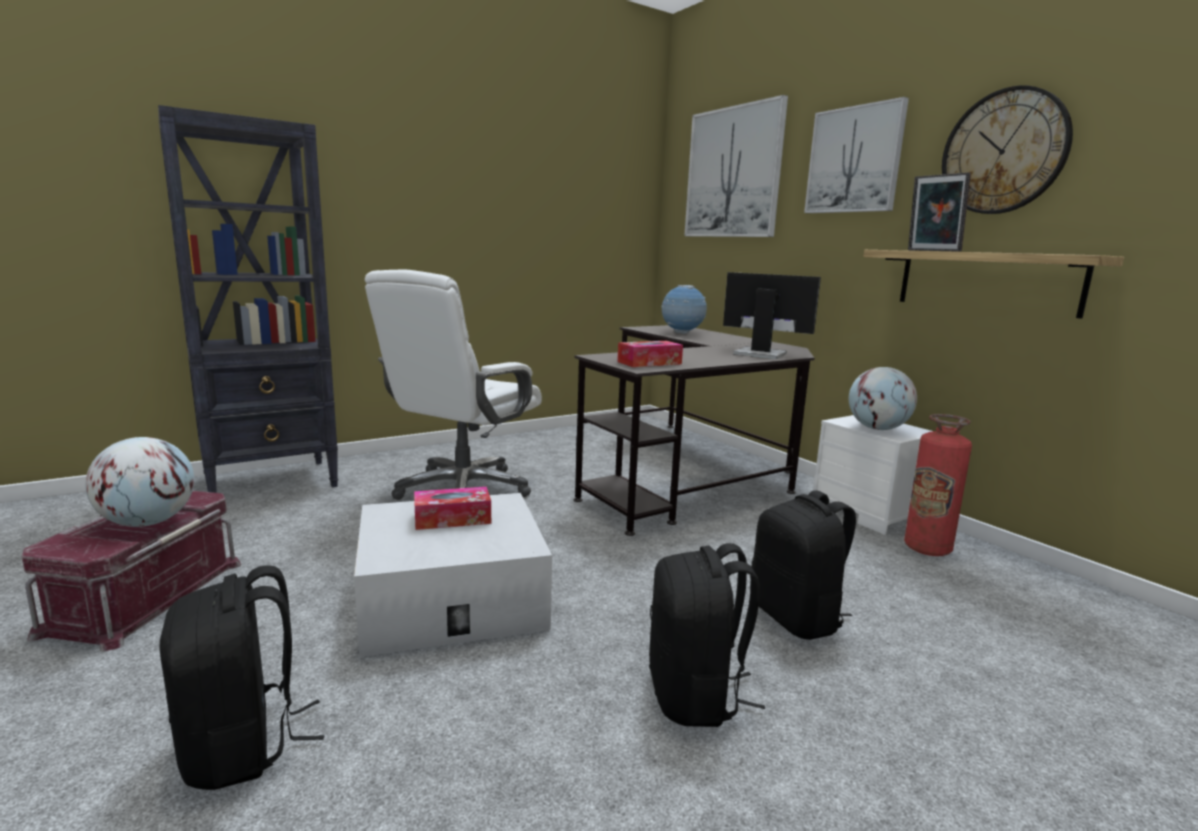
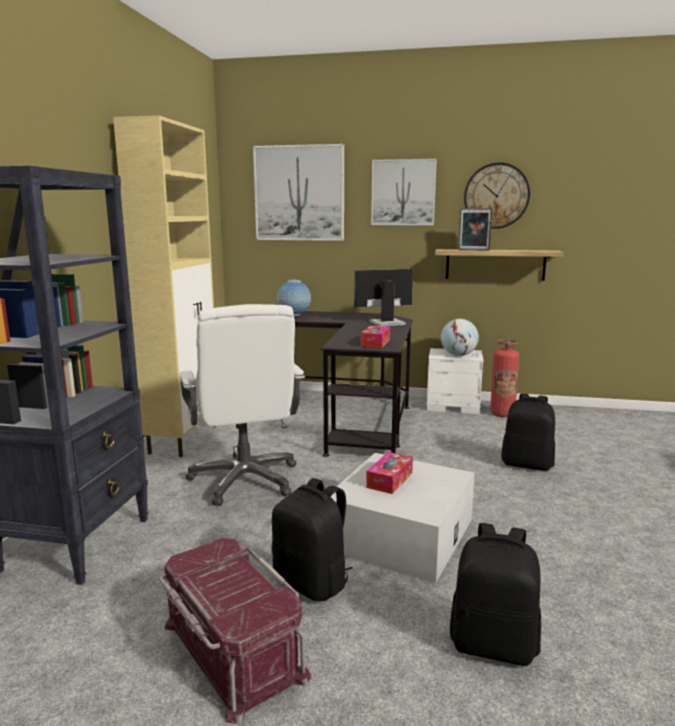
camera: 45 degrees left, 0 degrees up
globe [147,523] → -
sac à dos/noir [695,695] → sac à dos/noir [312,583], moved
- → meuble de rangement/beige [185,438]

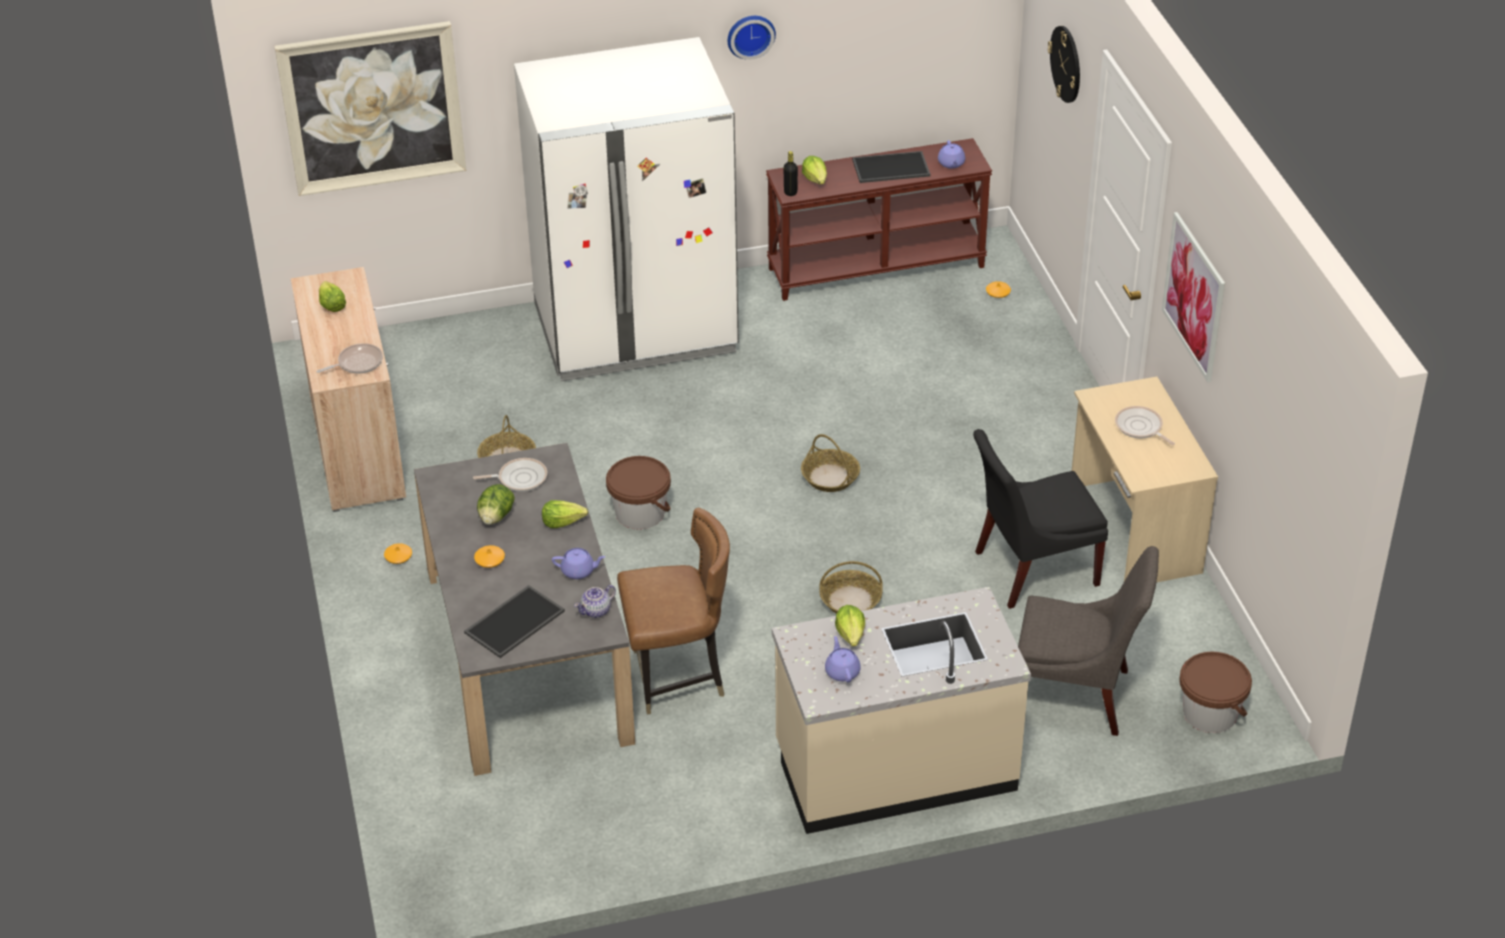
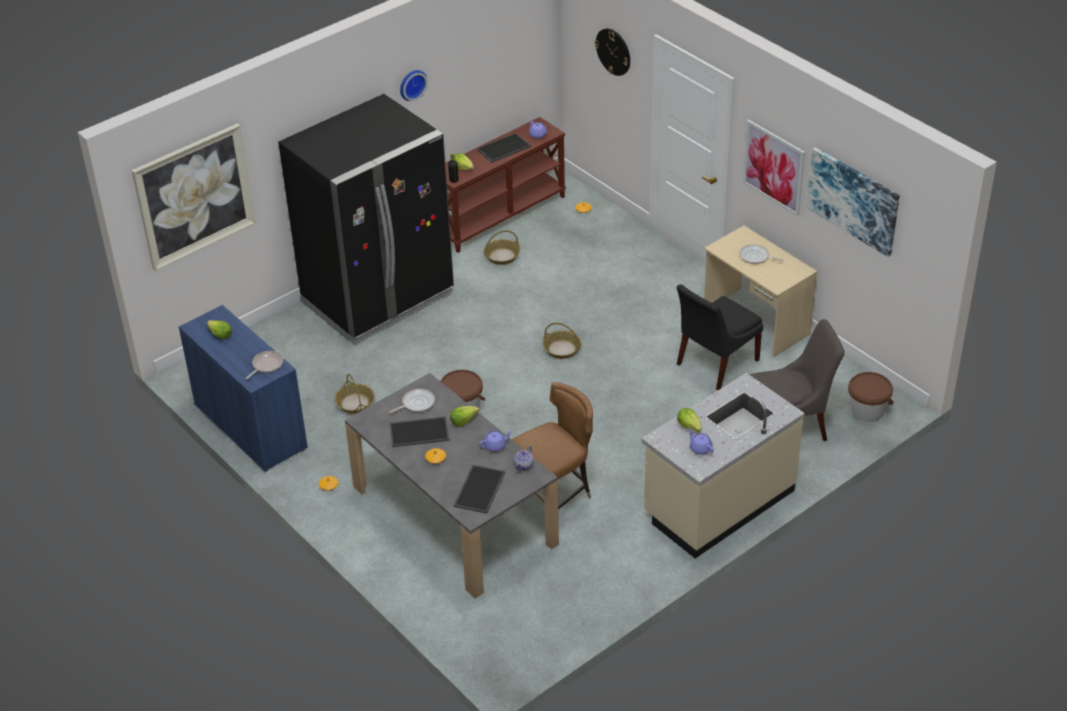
camera: 25 degrees left, 0 degrees up
meuble de rangement/beige [357,446] → meuble de rangement/bleu [250,427]
laitue [496,517] → plateau [419,431]
réfrigérateur/blanc [636,330] → réfrigérateur/noir [378,298]
panier [851,600] → panier [502,256], moved
- → tableau [853,200]

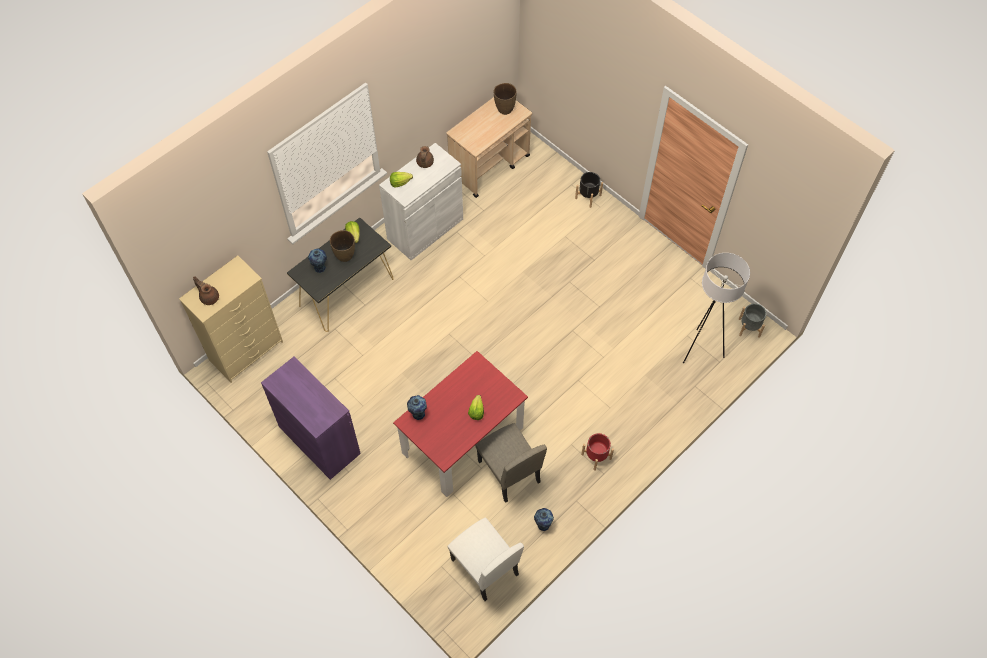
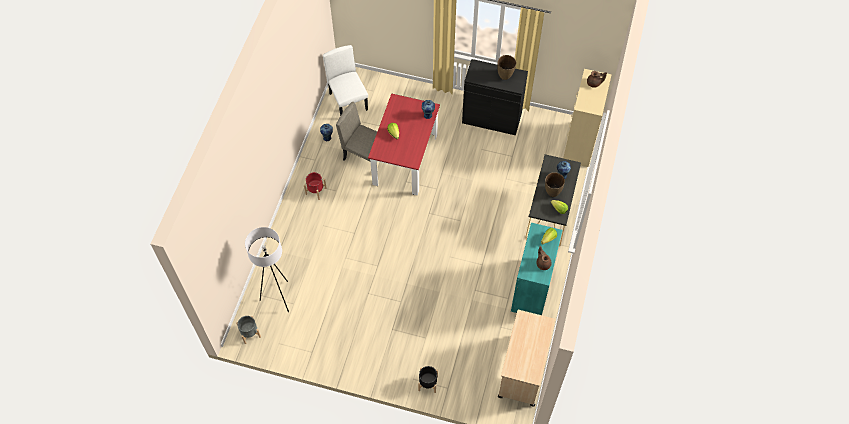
camera: 150 degrees right, 0 degrees up
meuble de rangement/violet [319,440] → meuble de rangement/noir [491,118]
meuble de rangement/blanc [425,229] → meuble de rangement/turquoise [532,288]
chaise/blanc [484,567] → chaise/blanc [348,101], 45 degrees clockwise
vase/marron [504,109] → vase/marron [505,75], moved

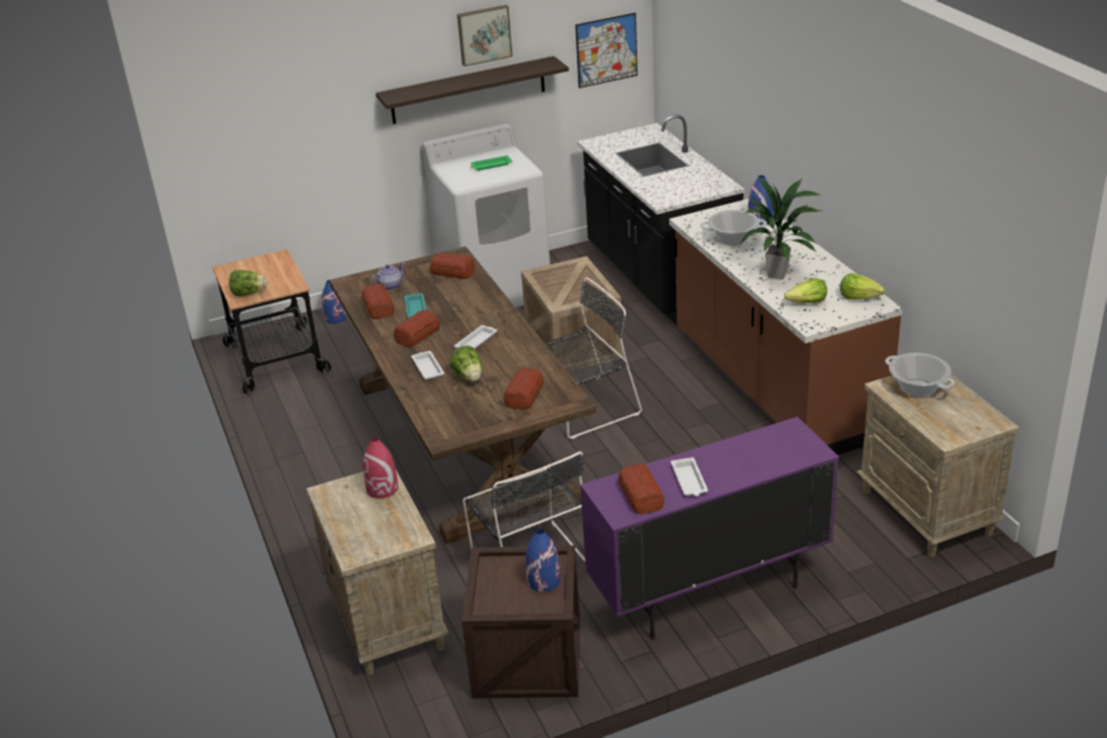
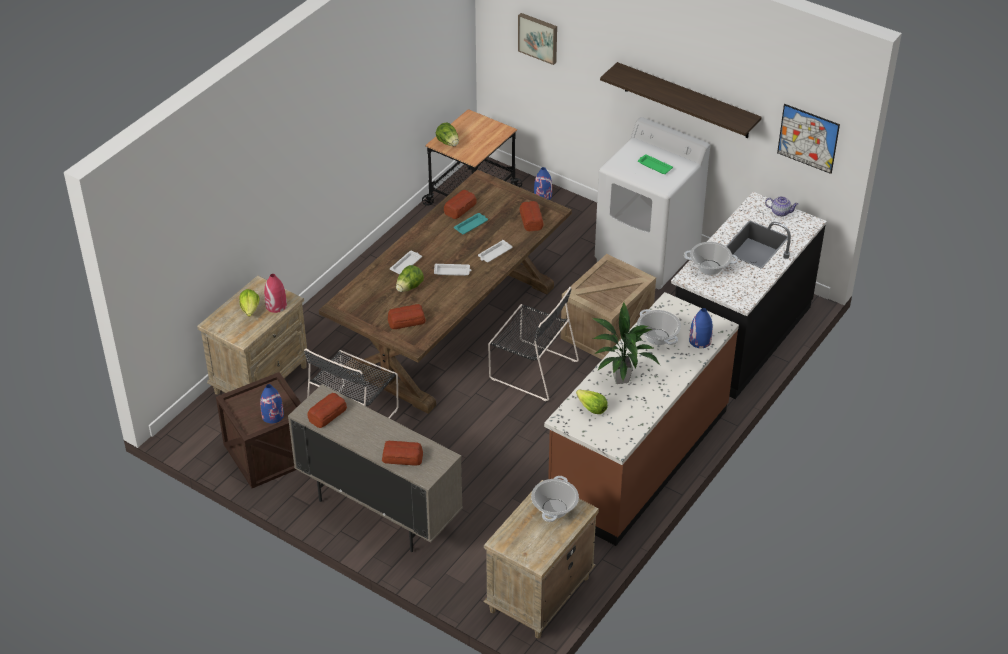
camera: 55 degrees right, 10 degrees up
théière [389,286] → théière [780,212], moved
pain [418,334] → pain [403,457], moved
tableau [484,34] → tableau [538,37], moved
meuble de rangement/violet [709,592] → meuble de rangement/beige [379,511]
plateau/blanc [689,481] → plateau/blanc [494,254], moved
laitue [859,297] → laitue [250,309], moved
- → marmite [709,267]

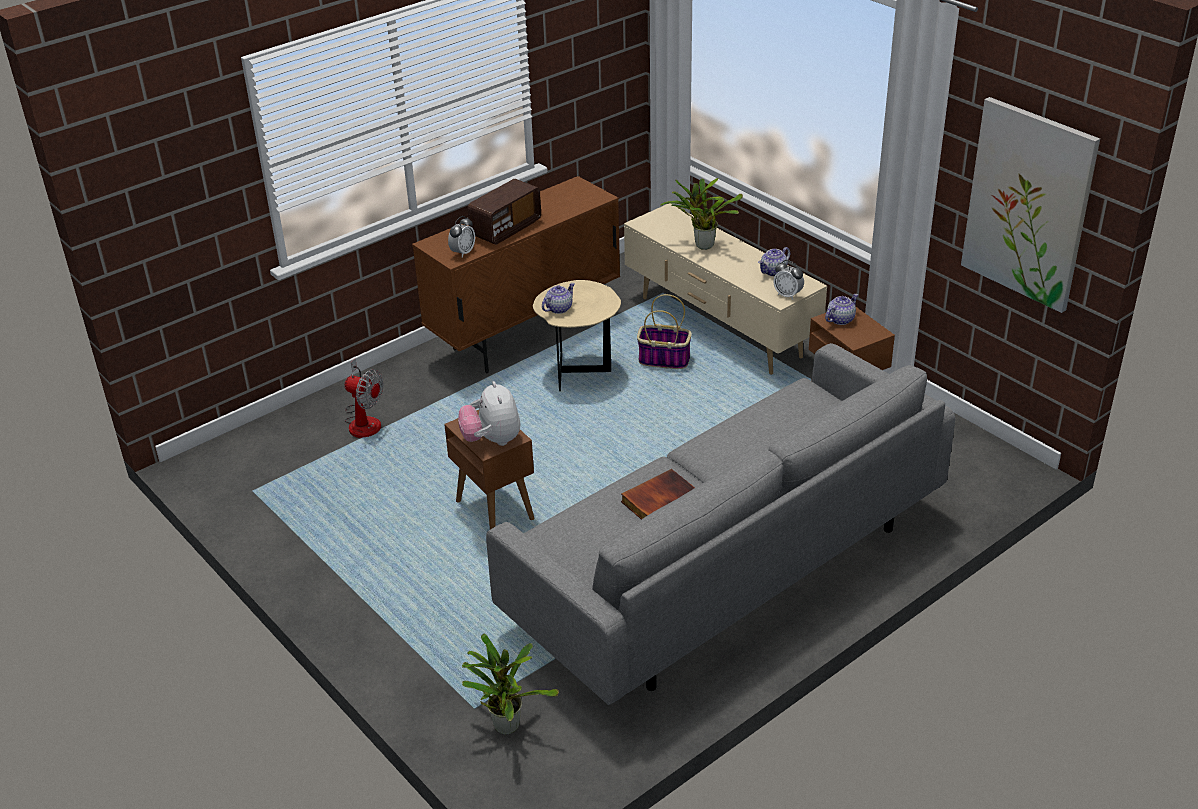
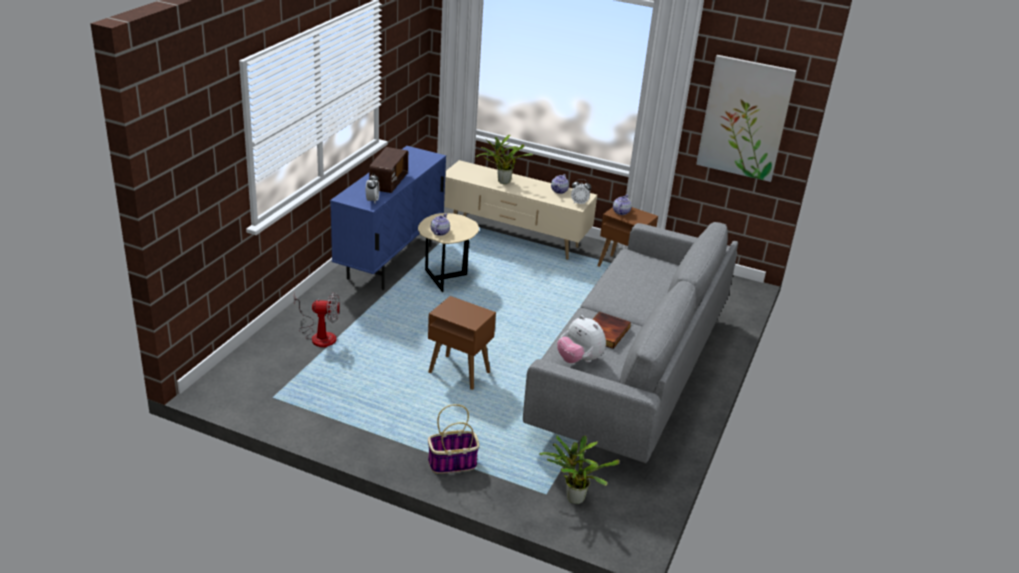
camera: 30 degrees left, 5 degrees down
meuble de rangement/marron [525,335] → meuble de rangement/bleu [390,262]
peluche [492,440] → peluche [579,360], moved
panier [663,360] → panier [452,463], moved

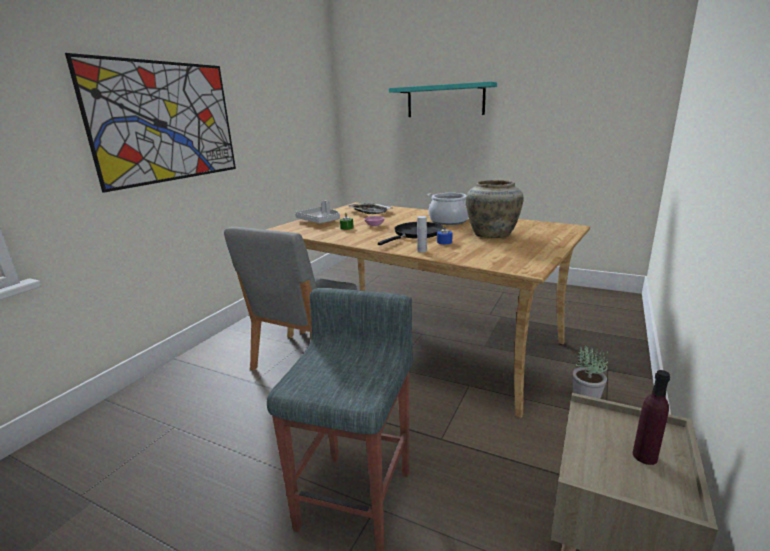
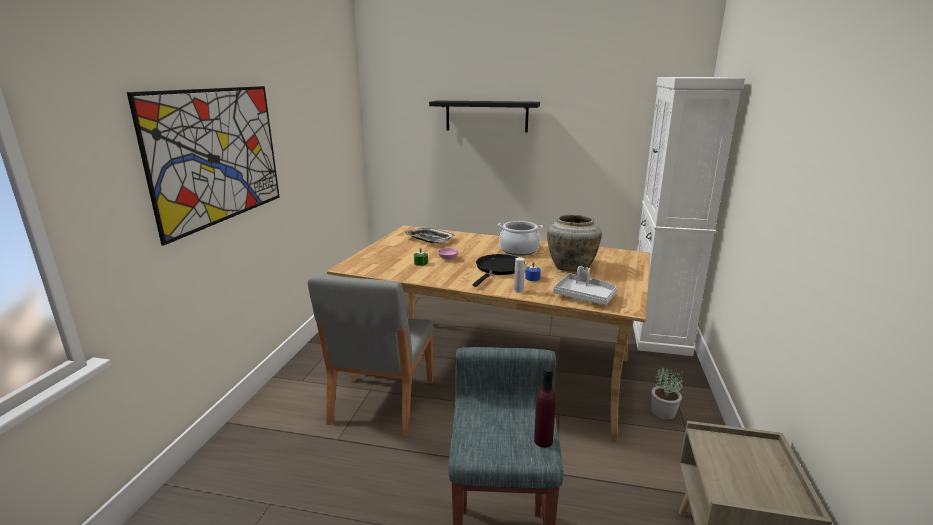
camera: 15 degrees left, 0 degrees up
plateau/gris [320,221] → plateau/gris [584,296], moved
étagère/turquoise [445,101] → étagère/noir [486,116]
bouteille/violet [644,456] → bouteille/violet [543,441], moved
- → meuble de rangement/blanc [657,328]

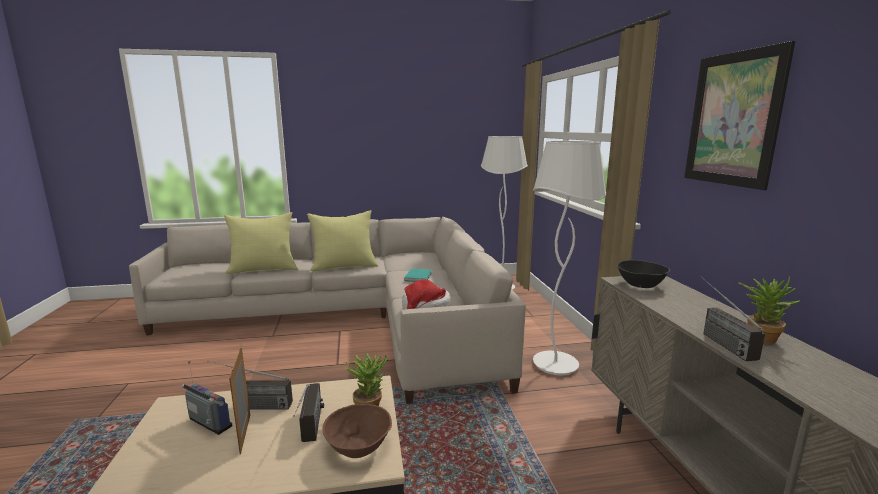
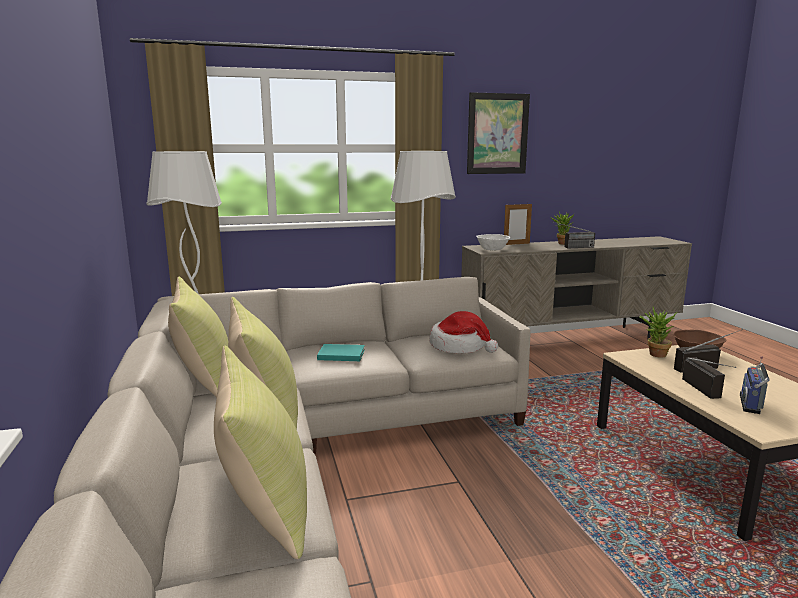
camera: 95 degrees left, 0 degrees up
cadre photo [245,433] → cadre photo [516,244], moved
bol/noir [641,285] → bol/blanc [493,249]
- → coussin/jaune [204,378]

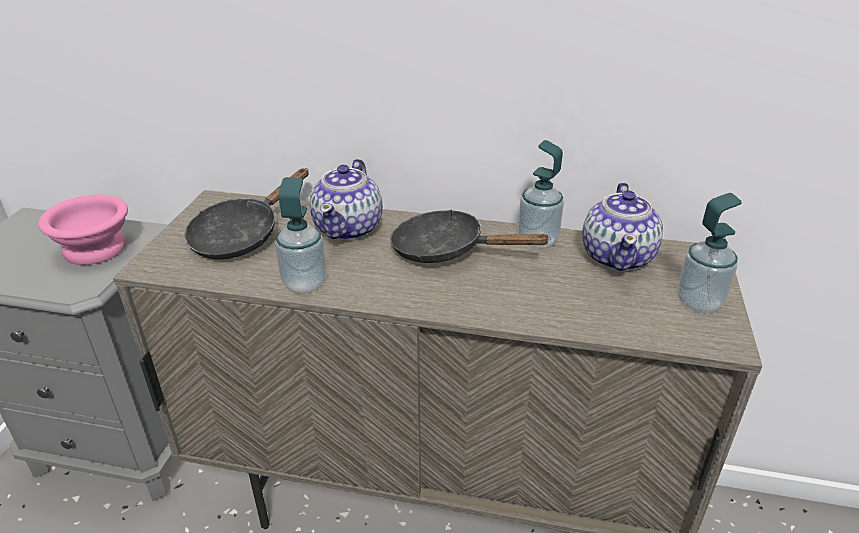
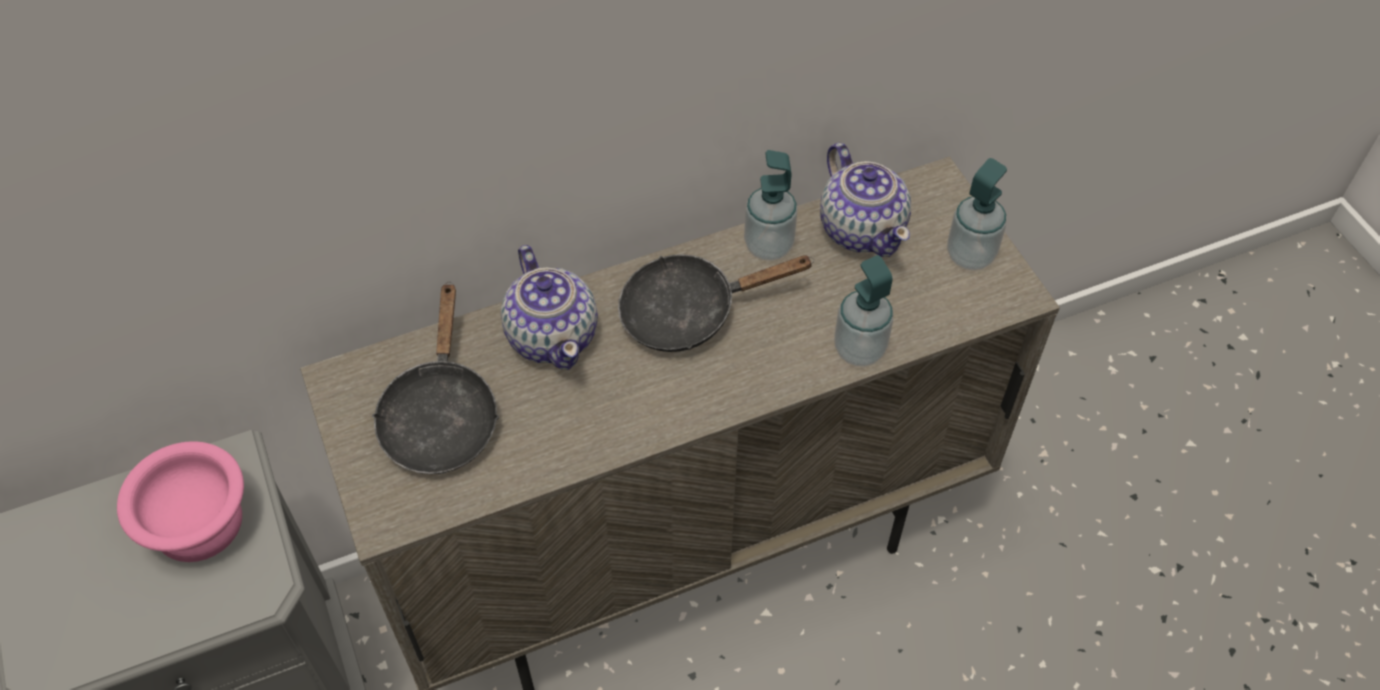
camera: 35 degrees left, 20 degrees up
distributeur de savon [304,283] → distributeur de savon [859,349], moved

